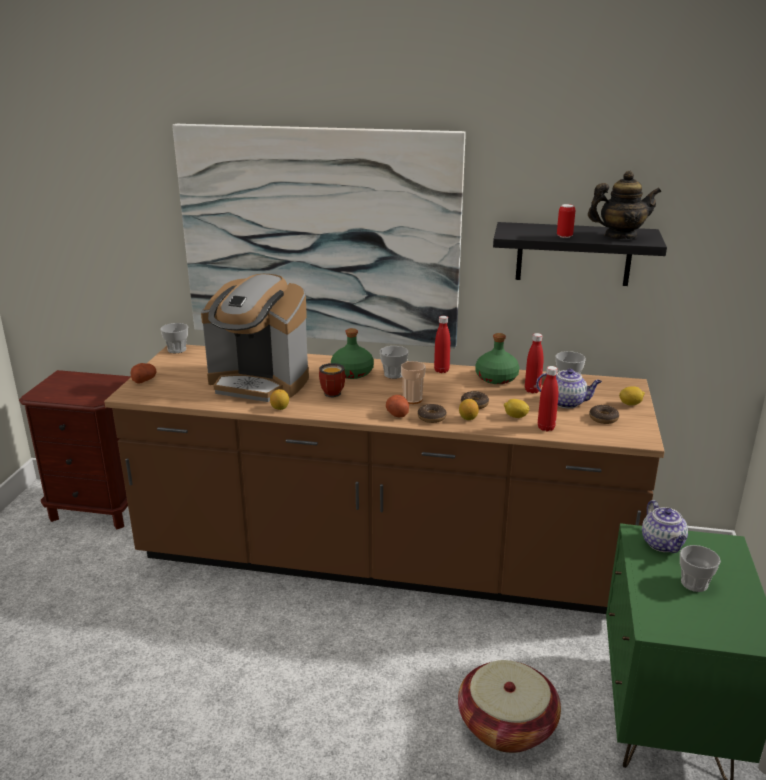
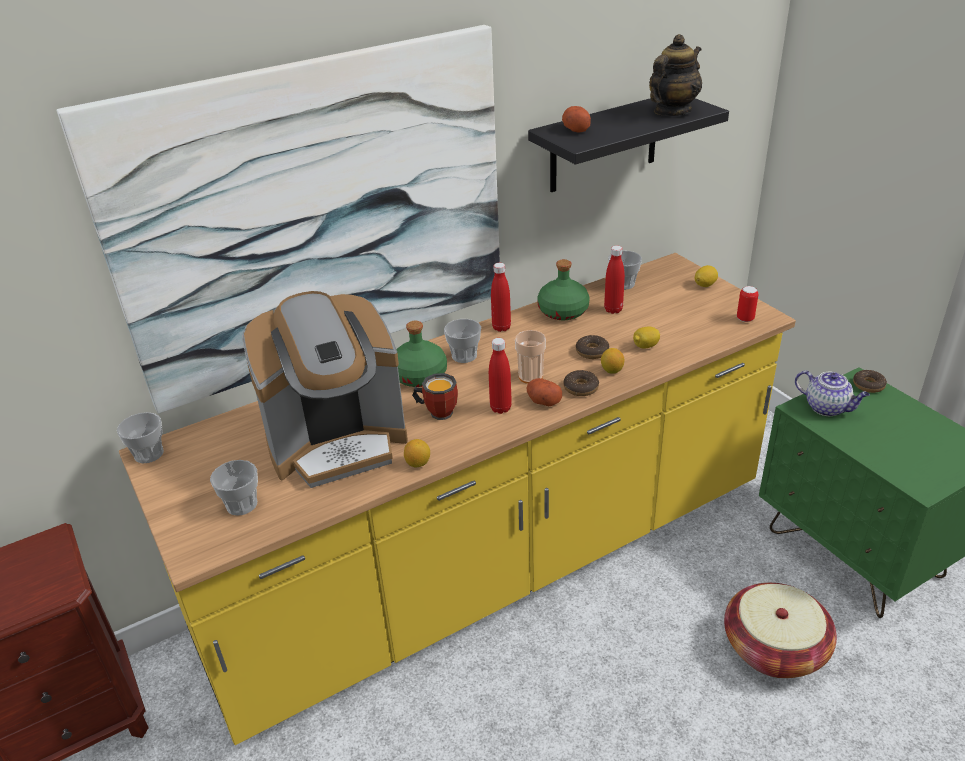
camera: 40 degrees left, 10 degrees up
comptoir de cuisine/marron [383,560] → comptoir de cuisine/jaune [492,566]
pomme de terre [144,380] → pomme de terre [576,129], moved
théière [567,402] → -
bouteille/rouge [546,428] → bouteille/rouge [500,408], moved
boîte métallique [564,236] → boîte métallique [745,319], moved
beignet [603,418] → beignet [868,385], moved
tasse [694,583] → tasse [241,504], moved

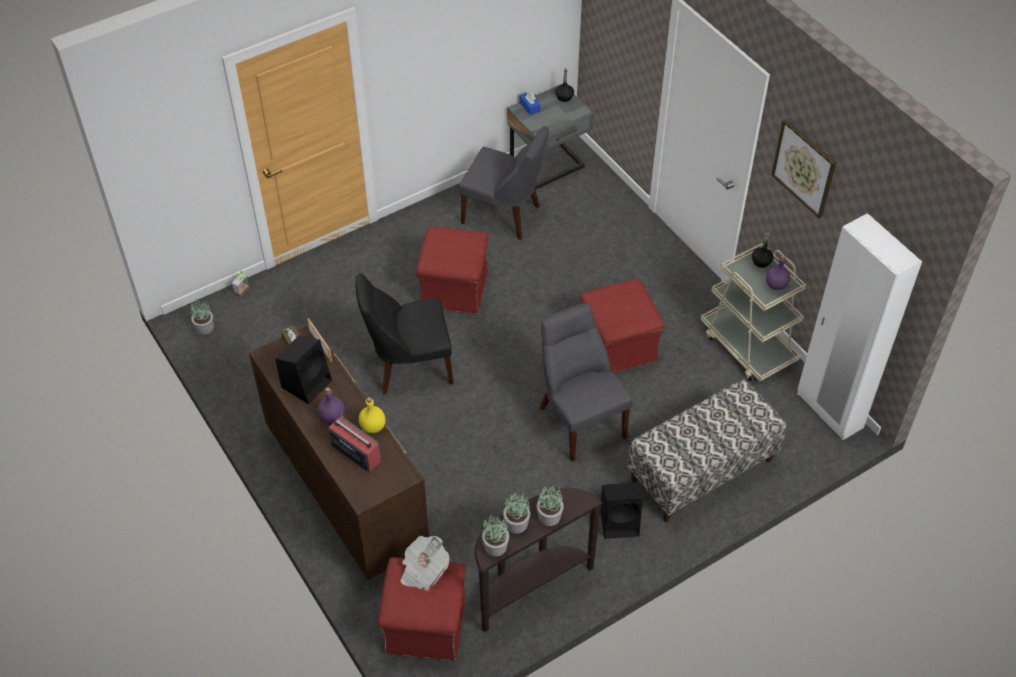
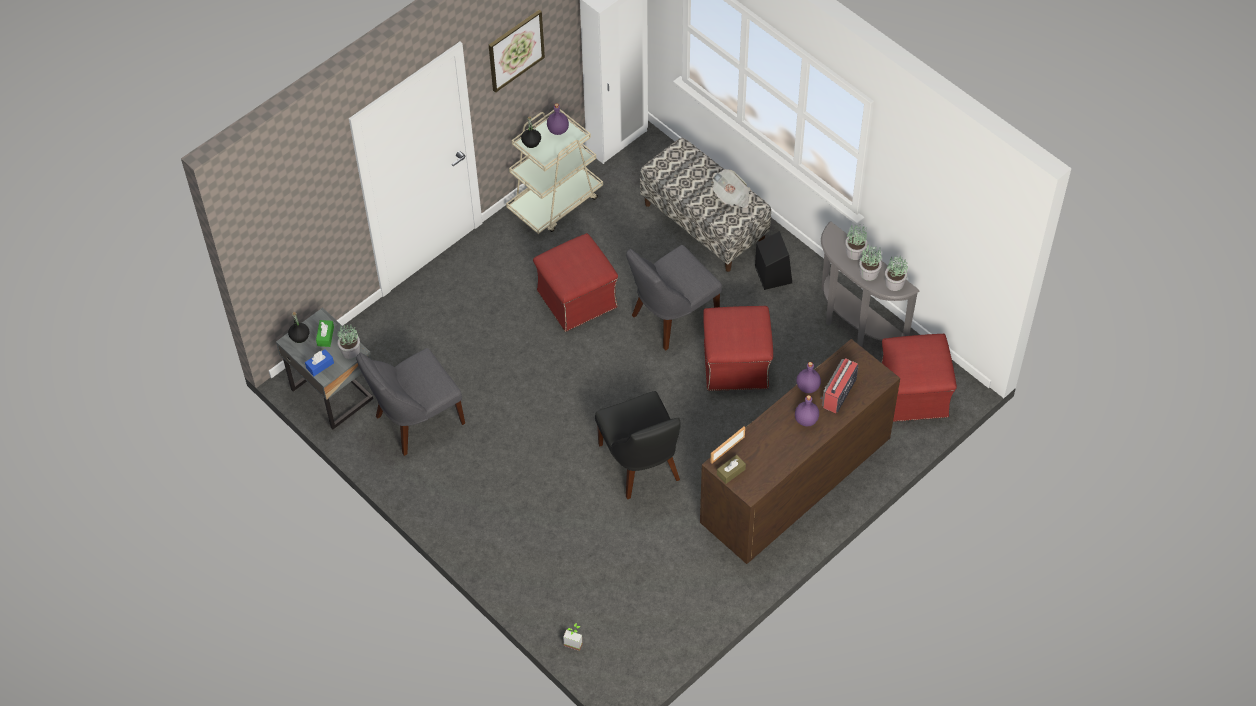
camera: 100 degrees left, 5 degrees up
plante en pot [204,327] → plante en pot [350,351], moved
enceinte/noir [307,383] → -
bouteille/jaune [373,426] → bouteille/violet [807,387]
journal [423,570] → journal [731,196], moved
pouf/rouge [454,290] → pouf/rouge [737,365], moved
chaise/gris [504,215] → chaise/gris [416,421], 135 degrees counterclockwise
table console/marron [530,587] → table console/gris [854,328]
- → boîte à mouchoirs/vert [325,336]

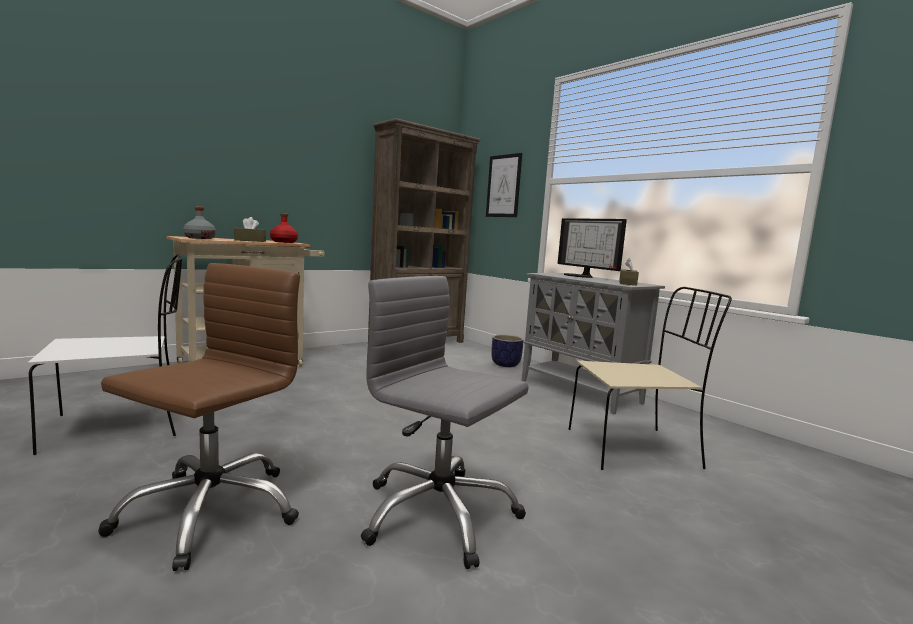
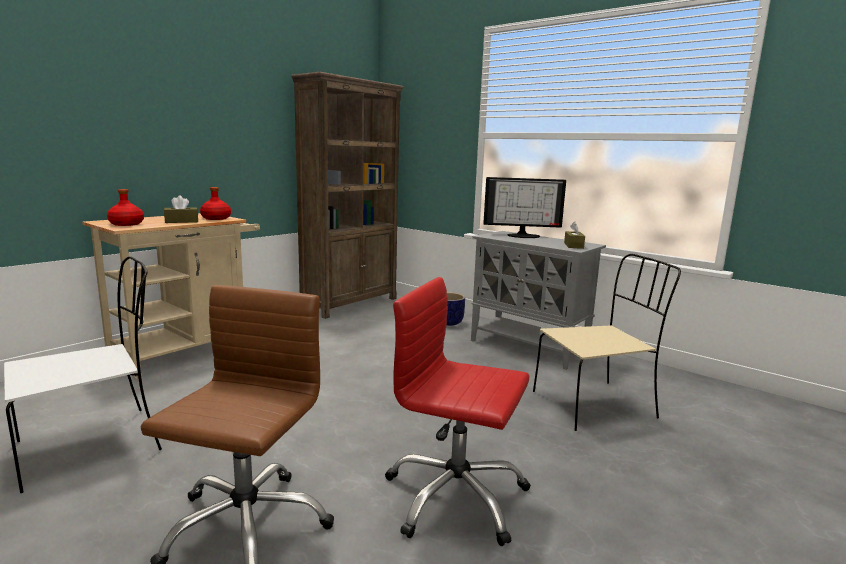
camera: 10 degrees left, 5 degrees up
bouteille/gris [199,238] → bouteille/rouge [126,224]
chaise de bureau/gris [438,514] → chaise de bureau/rouge [455,497]
tableau [503,186] → -
écran d'ordinateur [580,276] → écran d'ordinateur [523,235], 45 degrees counterclockwise

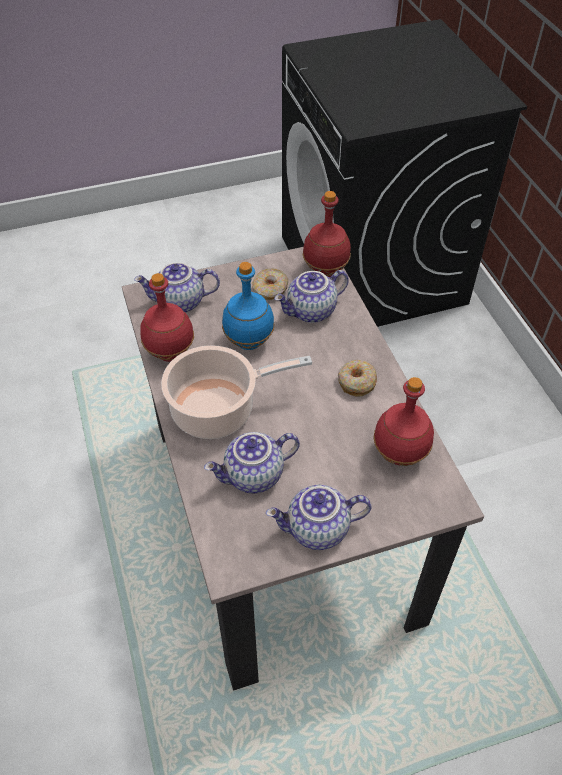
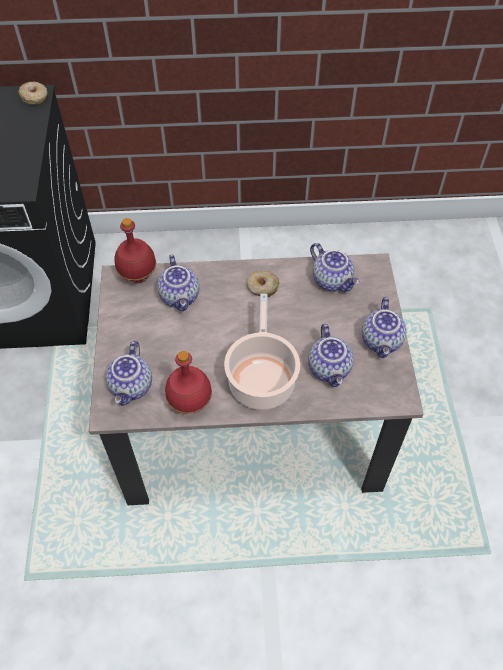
camera: 75 degrees left, 5 degrees up
bouteille/bleu [249,341] → -
beignet [270,289] → beignet [34,97], moved
bouteille/rouge [400,455] → théière [333,280]

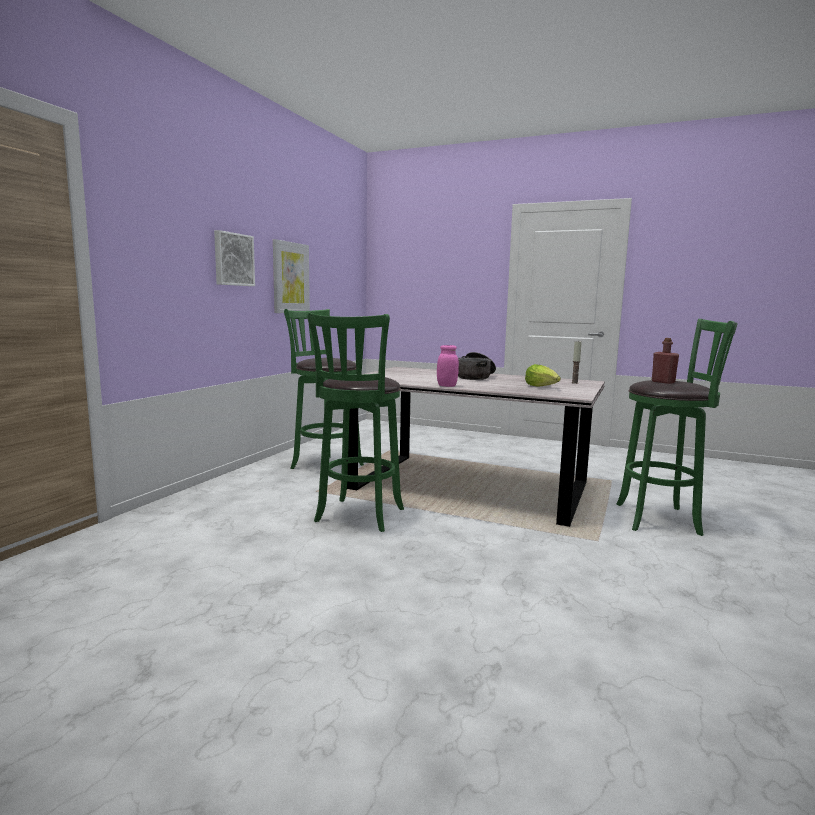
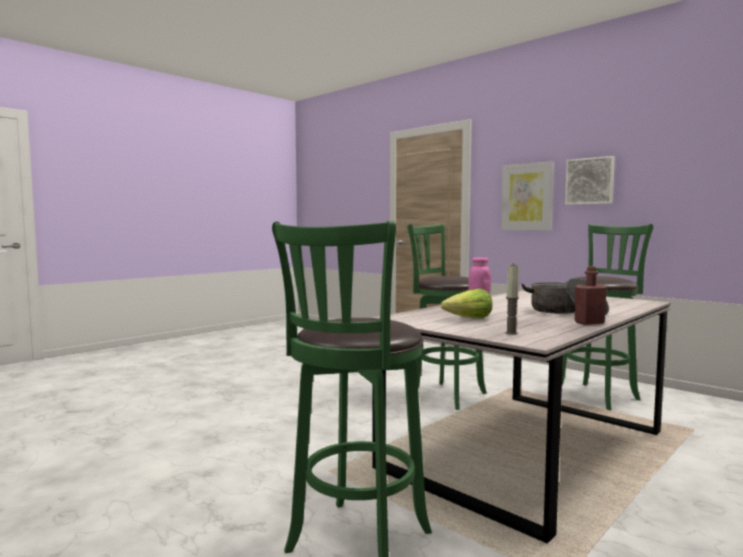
camera: 110 degrees right, 5 degrees down
tableau [290,278] → tableau [527,197], moved
bouteille/rouge [663,382] → bouteille/rouge [589,323], moved

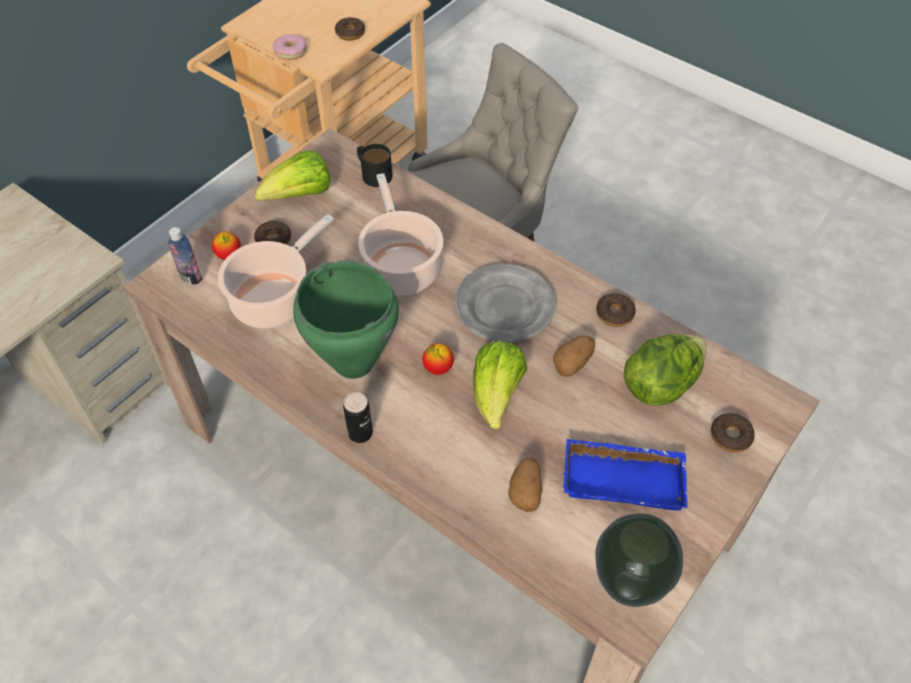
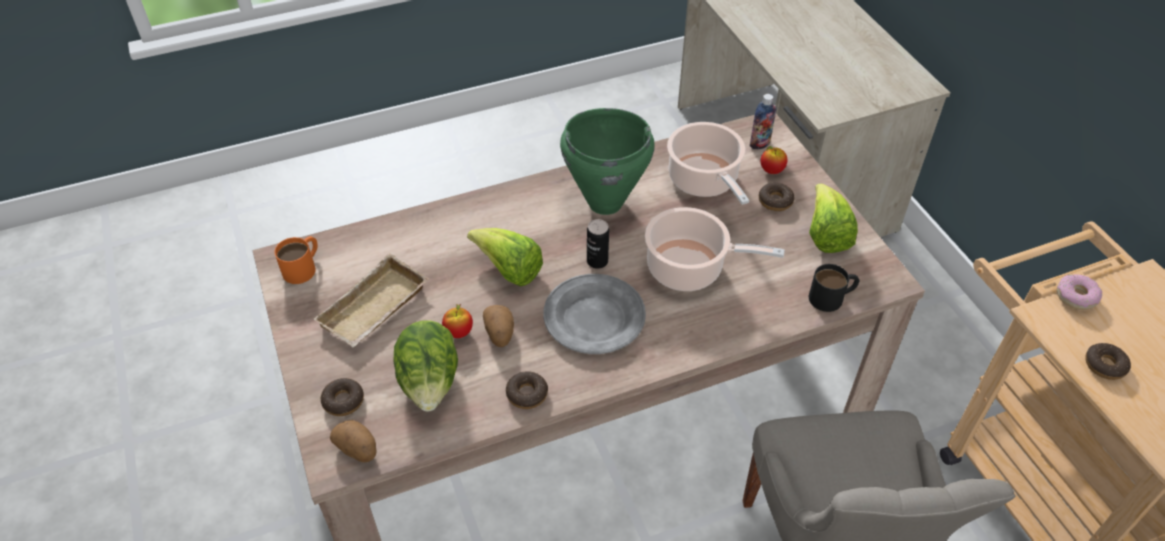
camera: 120 degrees right, 5 degrees down
boîte métallique [360,433] → boîte métallique [597,261], moved
pomme [438,368] → pomme [459,332], moved
pomme de terre [526,491] → pomme de terre [358,449], moved
plateau/bleu [625,477] → plateau/beige [375,310]
vase [627,586] → mug/orange [303,267]

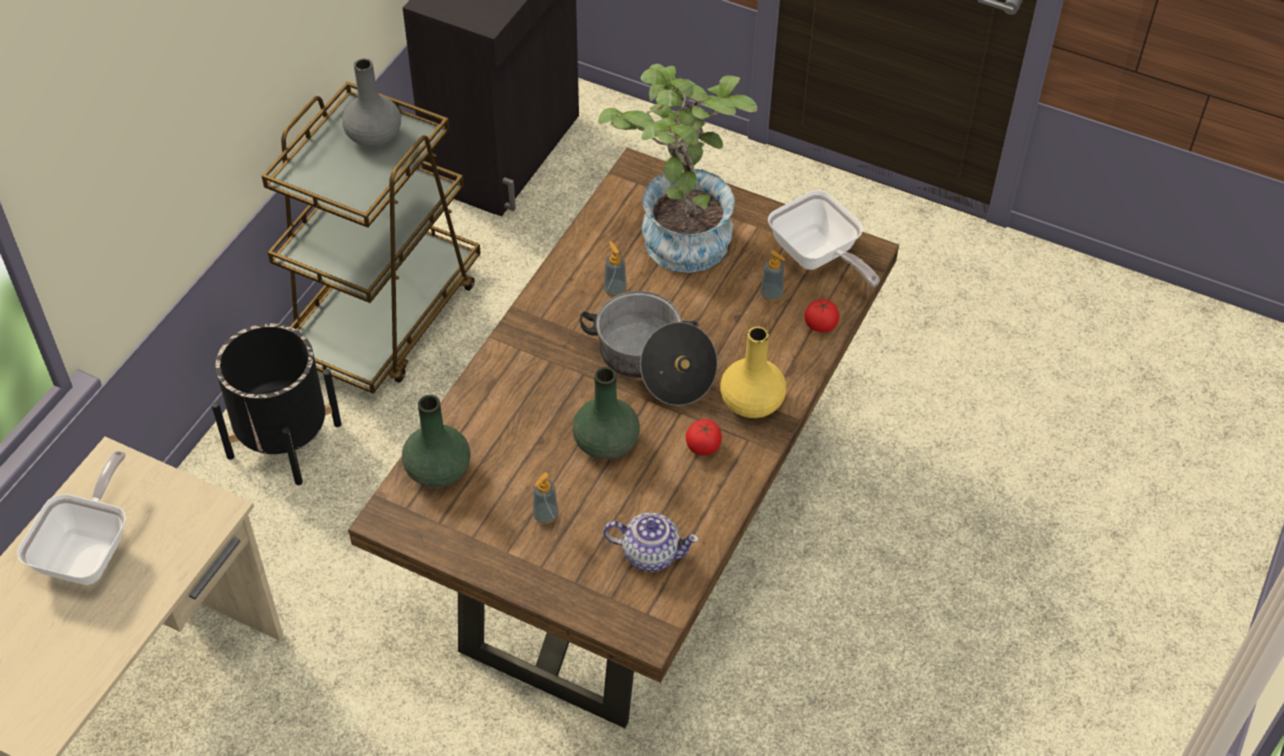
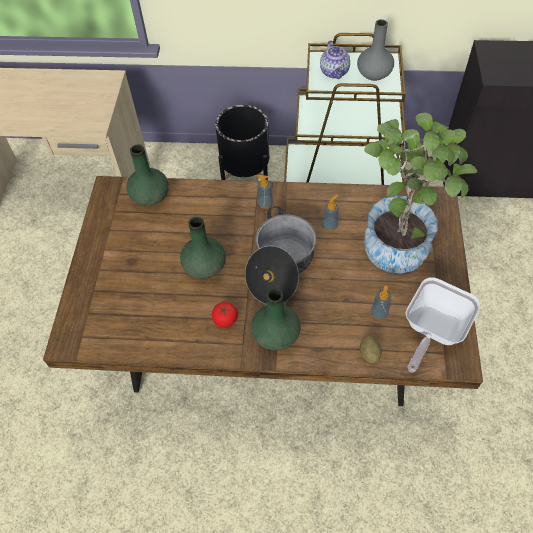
camera: 70 degrees right, 5 degrees up
poêle [89,550] → -
distributeur de savon [545,515] → distributeur de savon [265,203], moved
théière [650,553] → théière [334,71], moved
vase/jaune [751,402] → vase/vert [276,334]
tomate [820,325] → pomme de terre [369,354]

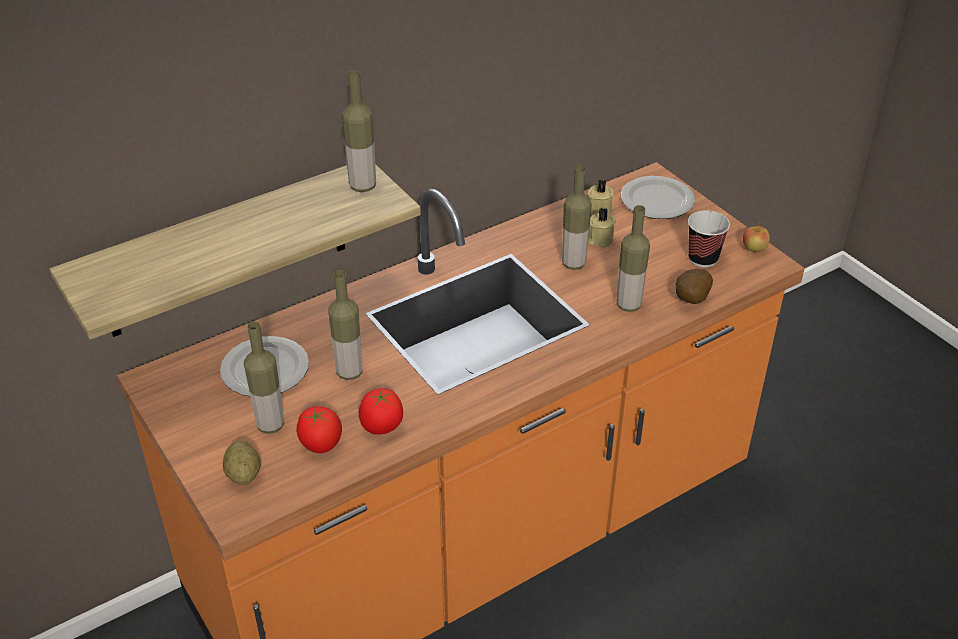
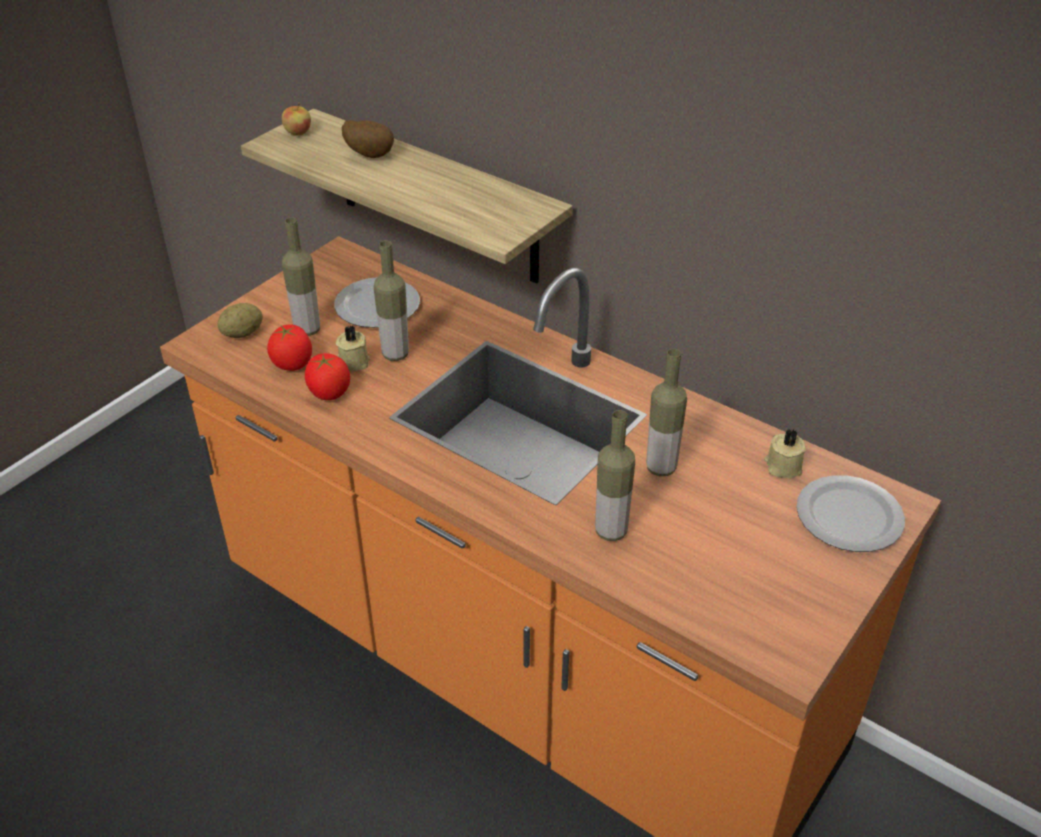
camera: 70 degrees right, 0 degrees up
bouteille [362,186] → -
bougie/beige [599,239] → bougie/beige [353,361], moved
pomme de terre [690,300] → pomme de terre [370,155], moved
tasse [703,258] → -
pomme [754,249] → pomme [298,133], moved

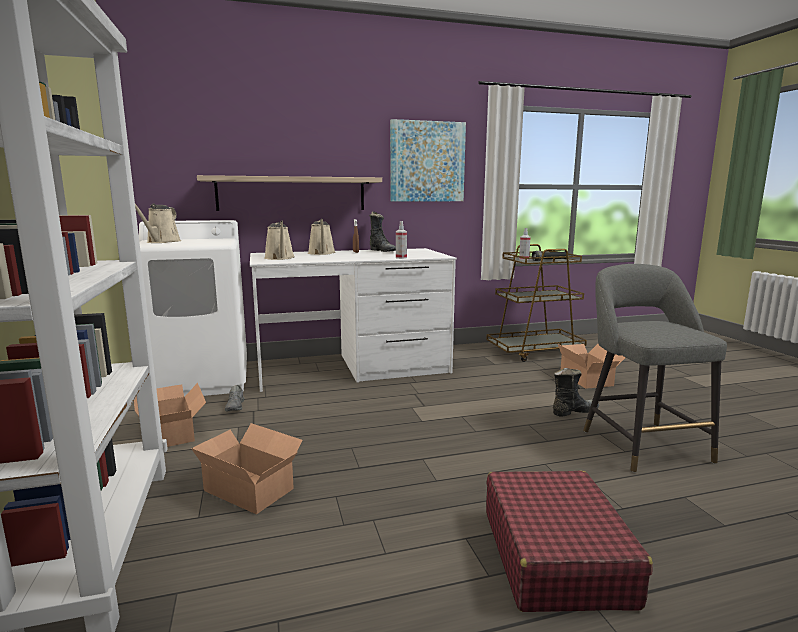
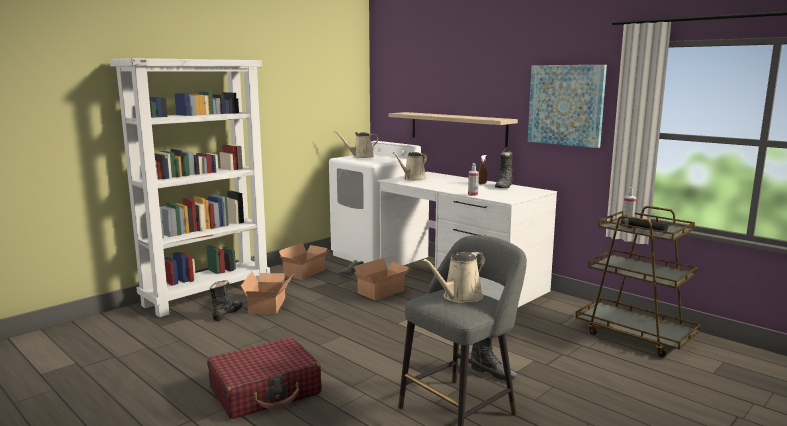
camera: 60 degrees right, 0 degrees up
arrosoir/beige [322,253] → arrosoir/beige [459,297], moved
carton [587,378] → carton [383,292], moved
- → botte/noir [227,314]

